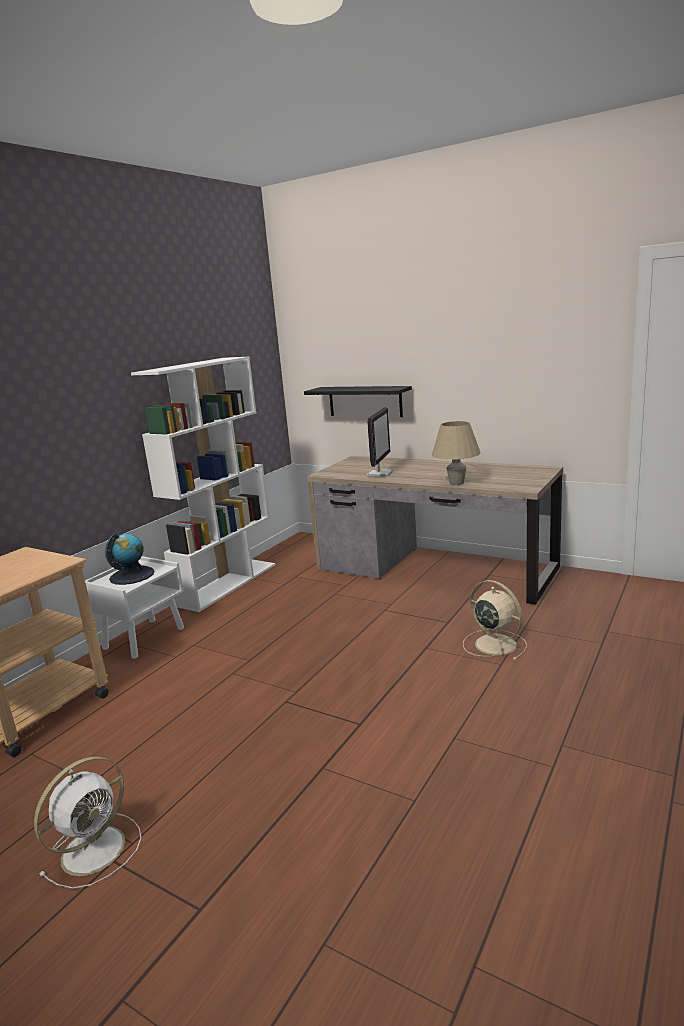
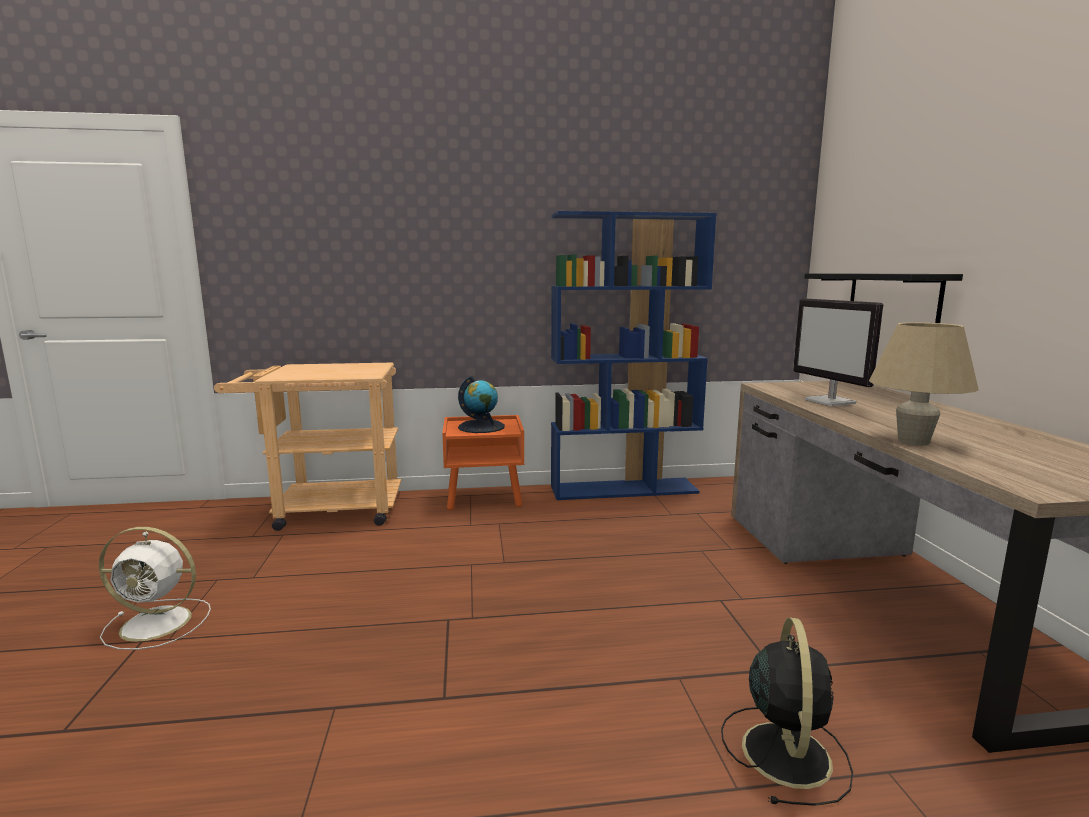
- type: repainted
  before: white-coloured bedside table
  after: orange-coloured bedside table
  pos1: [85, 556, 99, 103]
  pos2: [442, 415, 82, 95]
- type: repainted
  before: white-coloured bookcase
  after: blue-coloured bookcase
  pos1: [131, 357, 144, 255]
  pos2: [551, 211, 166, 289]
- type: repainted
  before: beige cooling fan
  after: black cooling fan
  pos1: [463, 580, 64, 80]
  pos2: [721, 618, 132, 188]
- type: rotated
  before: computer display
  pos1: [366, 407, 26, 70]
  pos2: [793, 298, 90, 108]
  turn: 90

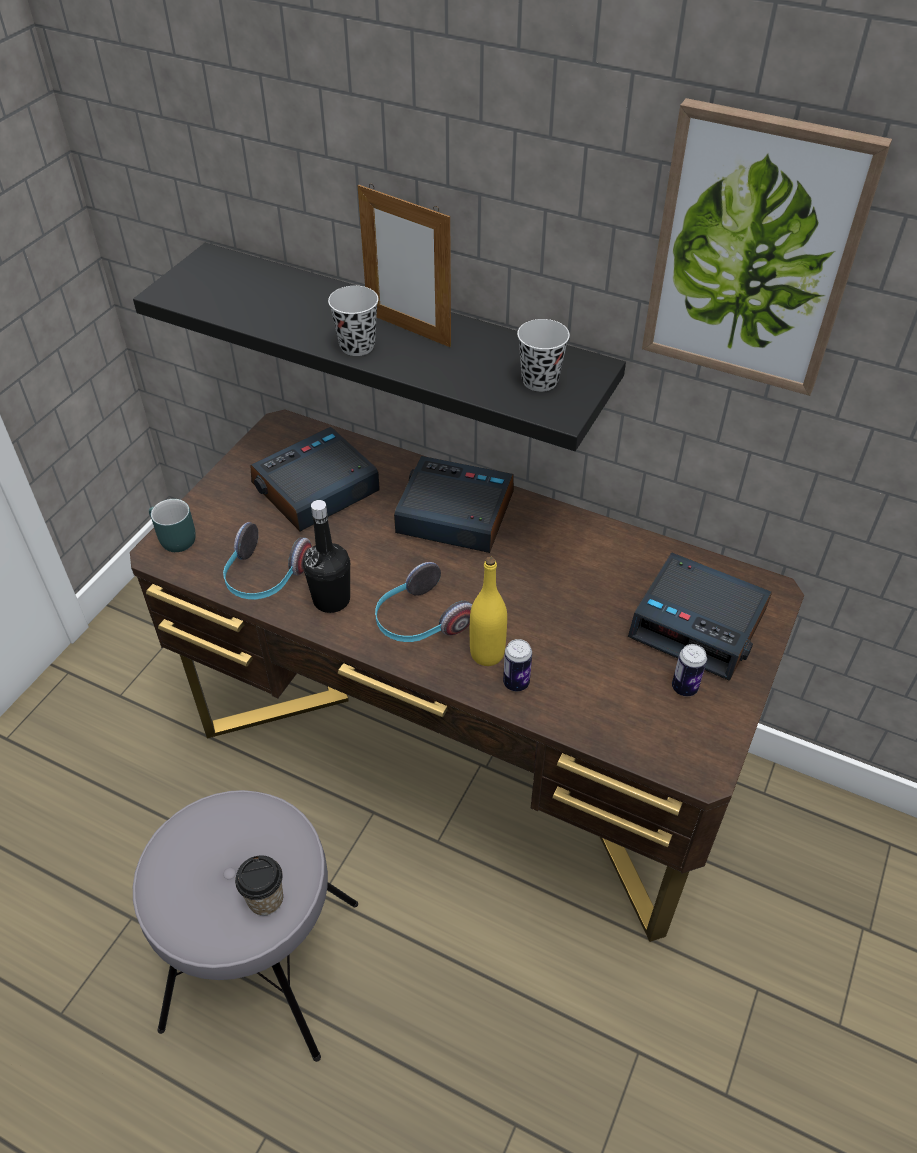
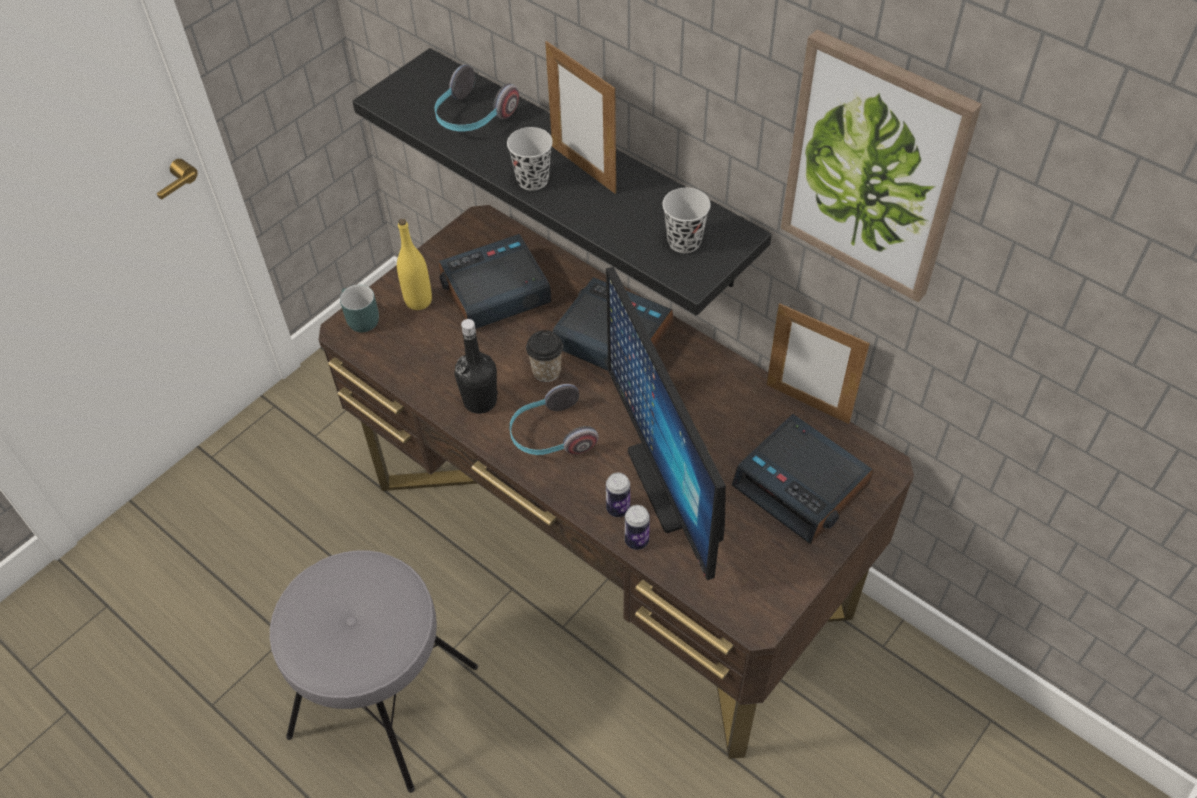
- type: shifted
  before: yellow beverage bottle
  pos1: [470, 557, 37, 109]
  pos2: [397, 219, 35, 91]
- type: shifted
  before: pair of headphones
  pos1: [223, 522, 89, 77]
  pos2: [435, 65, 84, 66]
- type: shifted
  before: small cup
  pos1: [235, 855, 48, 61]
  pos2: [526, 330, 37, 52]
- type: new
  after: computer display
  pos2: [606, 267, 120, 313]
- type: shifted
  before: sealed can
  pos1: [672, 644, 35, 52]
  pos2: [625, 505, 25, 45]
- type: new
  after: photo frame
  pos2: [767, 303, 103, 121]

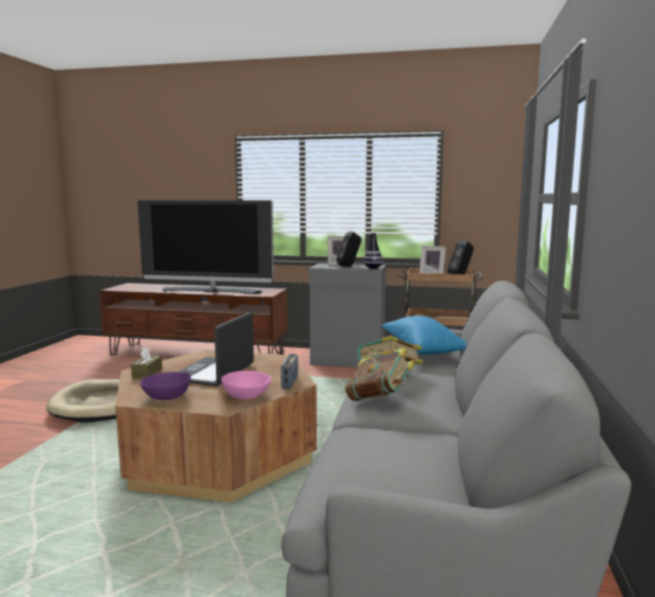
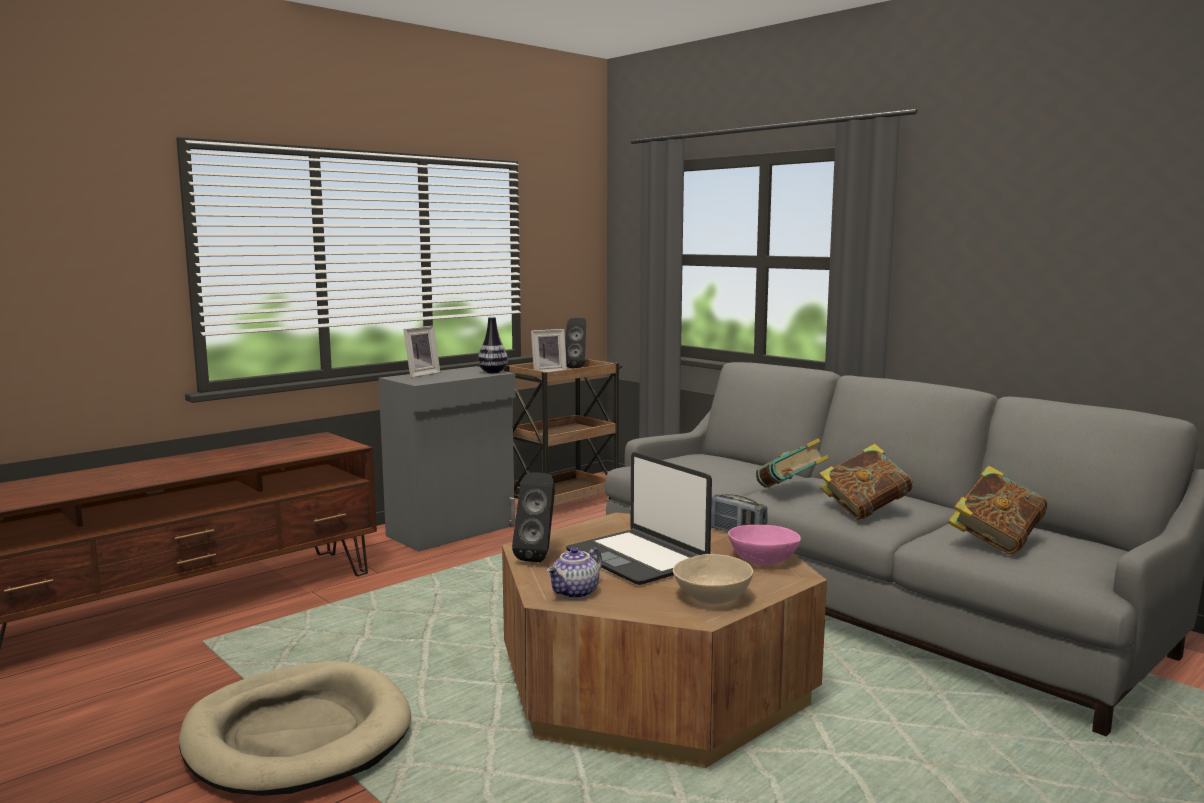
- type: shifted
  before: black audio speaker
  pos1: [336, 231, 26, 36]
  pos2: [512, 472, 43, 90]
- type: swapped
  before: brownish box of tissues
  after: teapot
  pos1: [131, 347, 31, 32]
  pos2: [547, 547, 55, 52]
- type: repainted
  before: purple bowl
  after: beige bowl
  pos1: [140, 372, 51, 28]
  pos2: [673, 554, 80, 50]
- type: new
  after: book
  pos2: [948, 466, 99, 89]
- type: gone
  before: TV set
  pos1: [138, 200, 136, 94]
- type: gone
  before: blue-coloured throw pillow
  pos1: [382, 316, 85, 39]

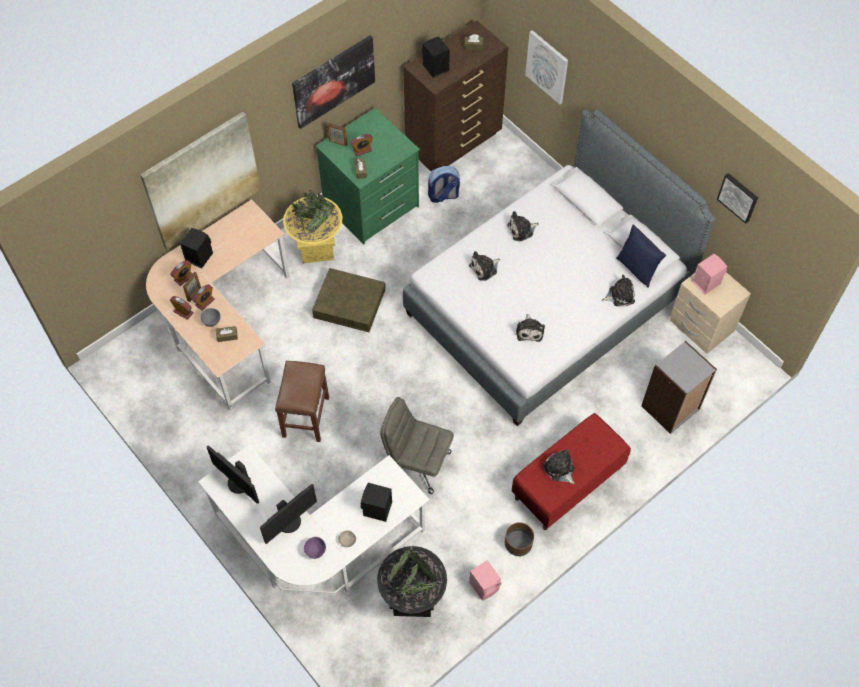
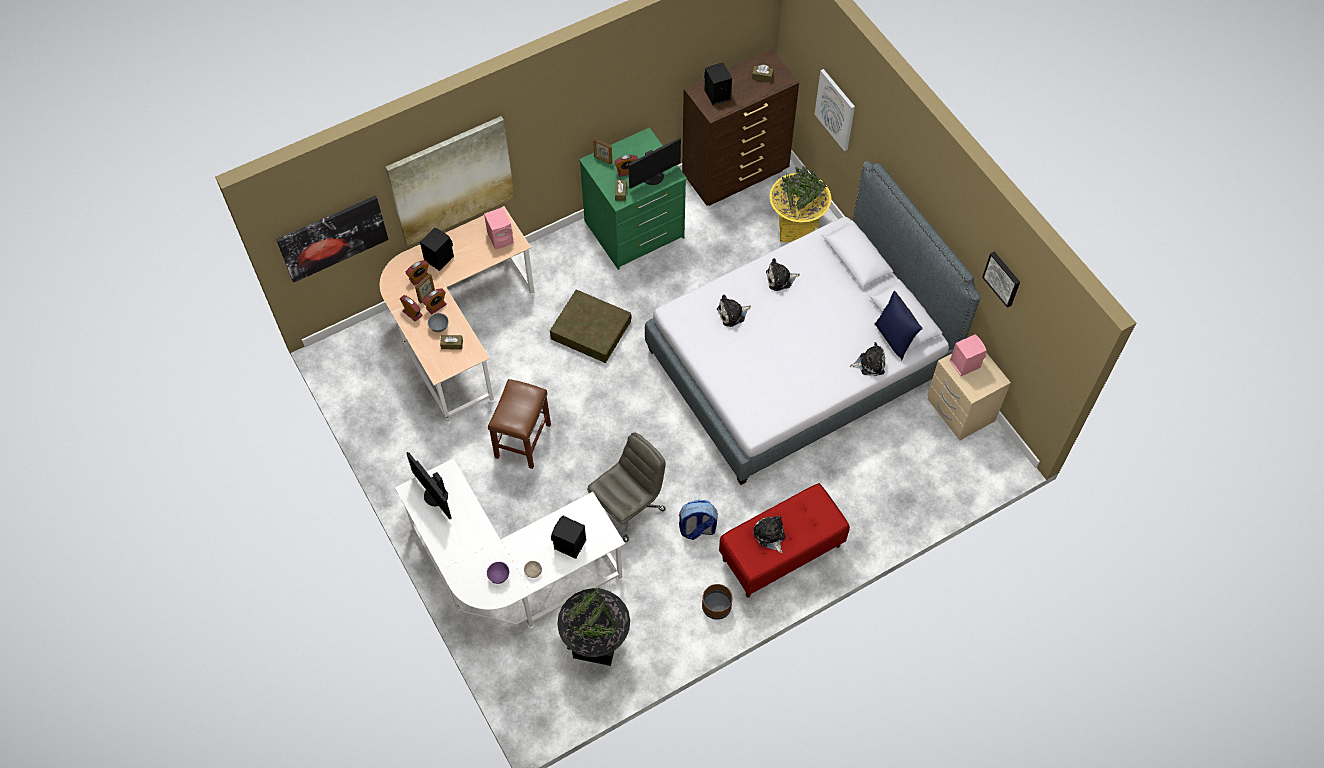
- type: shifted
  before: wall art
  pos1: [292, 35, 83, 94]
  pos2: [276, 195, 113, 88]
- type: shifted
  before: pink audio speaker
  pos1: [469, 560, 32, 41]
  pos2: [484, 207, 30, 42]
- type: rotated
  before: gray desk chair
  pos1: [381, 397, 73, 97]
  pos2: [587, 433, 79, 109]
  turn: 105
- type: shifted
  before: computer display
  pos1: [260, 484, 57, 60]
  pos2: [629, 138, 52, 51]
- type: shifted
  before: backpack
  pos1: [428, 166, 32, 37]
  pos2: [679, 500, 39, 40]
- type: shifted
  before: yellow planter
  pos1: [283, 190, 59, 73]
  pos2: [769, 166, 62, 76]
- type: gone
  before: cuddly toy
  pos1: [516, 314, 29, 28]
- type: gone
  before: gray bookcase
  pos1: [641, 341, 76, 93]

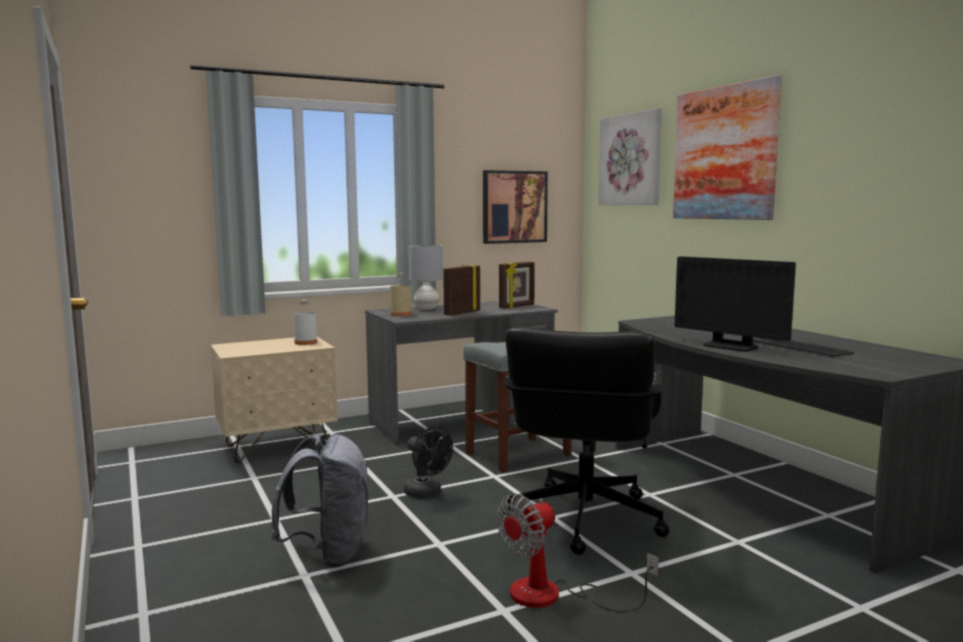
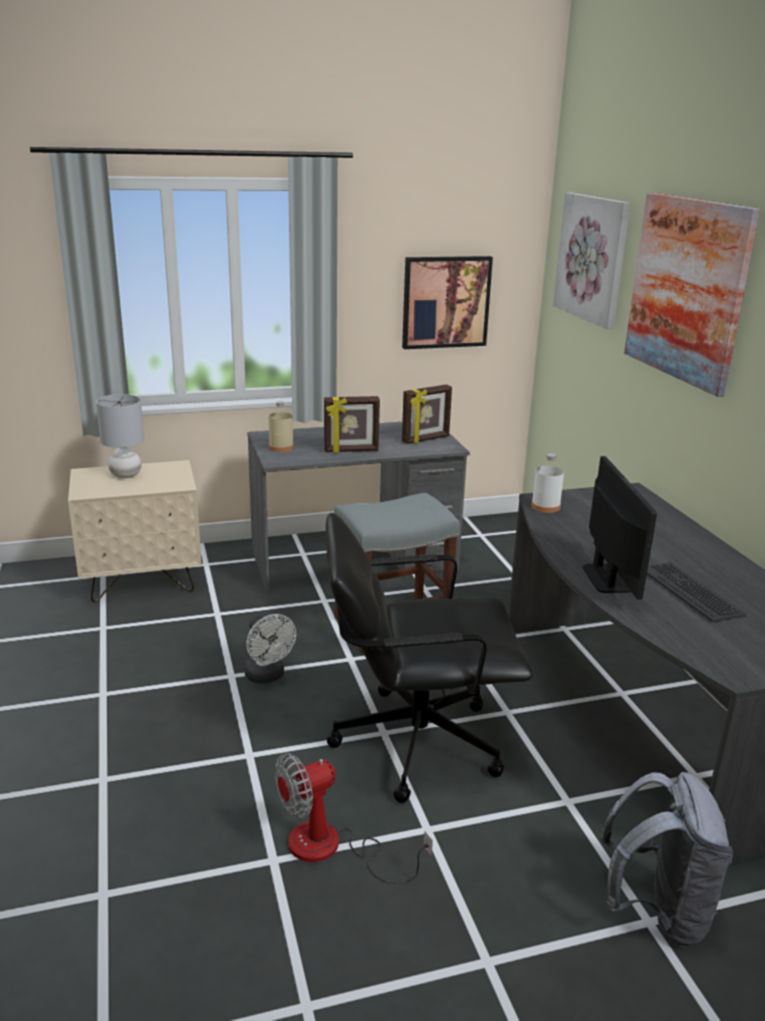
- type: shifted
  before: gray lamp for a table
  pos1: [408, 245, 35, 65]
  pos2: [96, 394, 48, 84]
- type: repainted
  before: black cooling fan
  after: white-coloured cooling fan
  pos1: [404, 427, 49, 71]
  pos2: [244, 614, 52, 70]
- type: rotated
  before: photo frame
  pos1: [443, 265, 37, 51]
  pos2: [324, 396, 56, 57]
  turn: -150
- type: rotated
  before: black desk chair
  pos1: [503, 327, 166, 228]
  pos2: [326, 513, 207, 290]
  turn: 60
- type: shifted
  before: white-coloured beverage bottle
  pos1: [294, 300, 23, 45]
  pos2: [531, 453, 33, 60]
- type: rotated
  before: computer display
  pos1: [675, 256, 121, 96]
  pos2: [583, 456, 74, 143]
  turn: -150
- type: shifted
  before: gray backpack
  pos1: [271, 434, 97, 134]
  pos2: [600, 772, 133, 174]

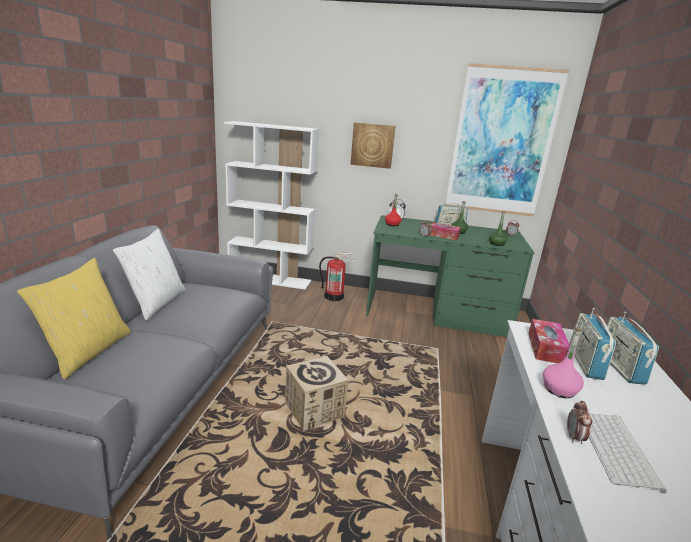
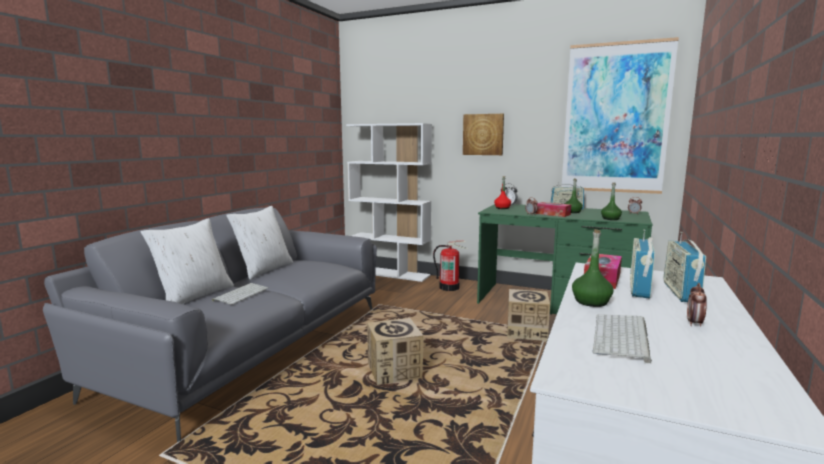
- type: repainted
  before: yellow throw pillow
  after: white-coloured throw pillow
  pos1: [17, 258, 114, 121]
  pos2: [141, 218, 93, 86]
- type: new
  after: computer keyboard
  pos2: [212, 283, 56, 22]
- type: new
  after: carton
  pos2: [507, 289, 43, 53]
- type: repainted
  before: pink beverage bottle
  after: greenish beverage bottle
  pos1: [543, 327, 41, 71]
  pos2: [572, 229, 42, 78]
- type: shifted
  before: alarm clock
  pos1: [567, 401, 25, 43]
  pos2: [687, 283, 20, 44]

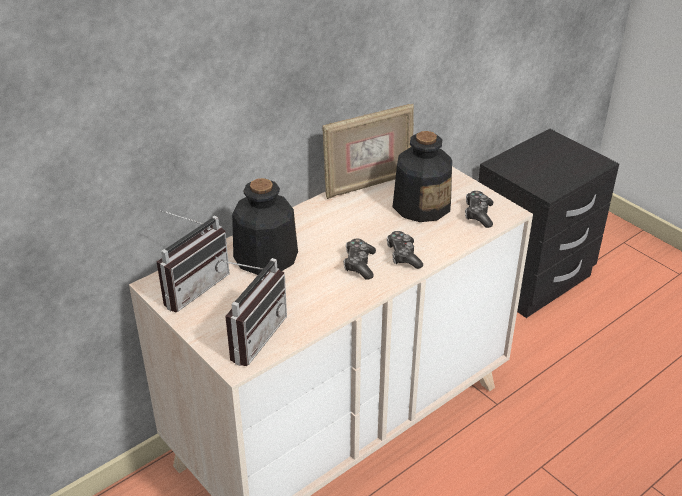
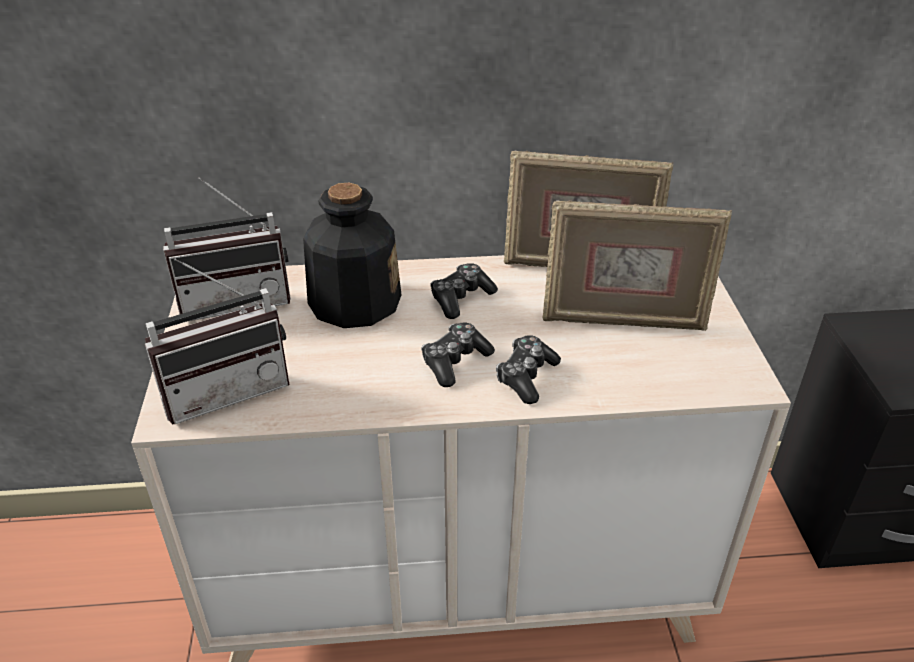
- type: shifted
  before: game controller
  pos1: [465, 191, 28, 37]
  pos2: [430, 263, 68, 56]
- type: swapped
  before: beverage bottle
  after: photo frame
  pos1: [393, 131, 59, 91]
  pos2: [542, 200, 190, 131]

